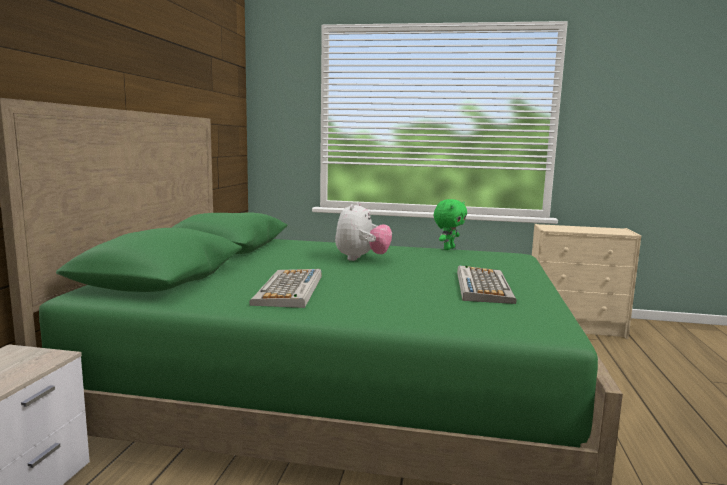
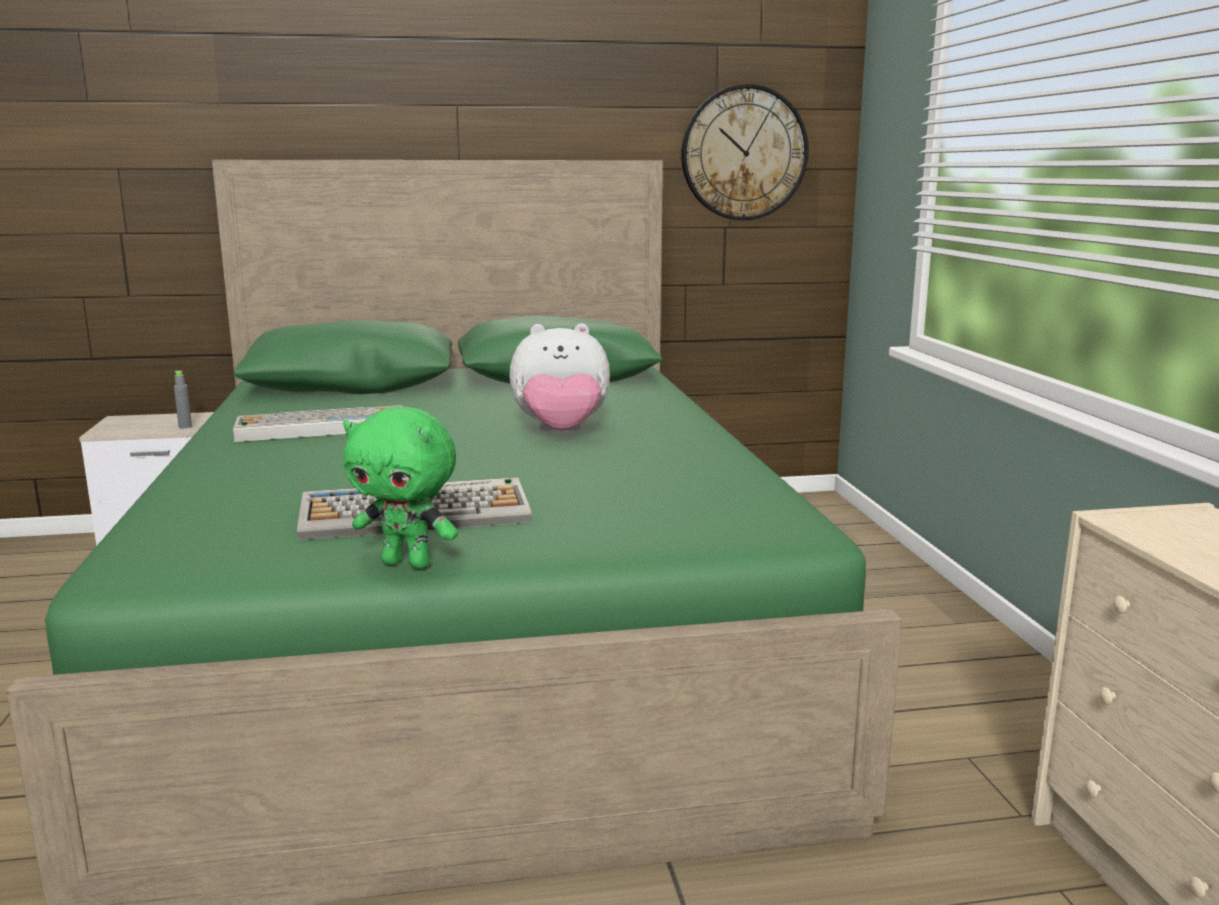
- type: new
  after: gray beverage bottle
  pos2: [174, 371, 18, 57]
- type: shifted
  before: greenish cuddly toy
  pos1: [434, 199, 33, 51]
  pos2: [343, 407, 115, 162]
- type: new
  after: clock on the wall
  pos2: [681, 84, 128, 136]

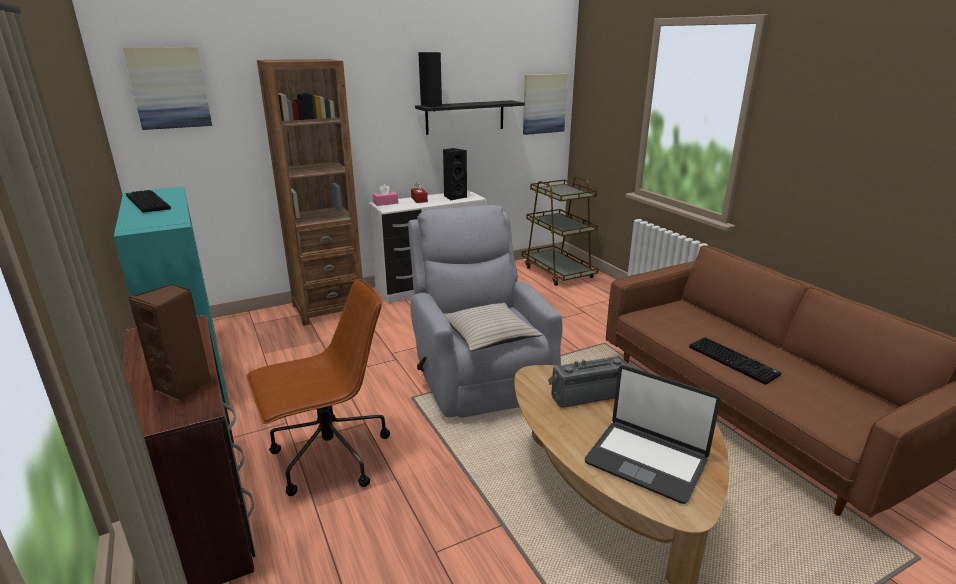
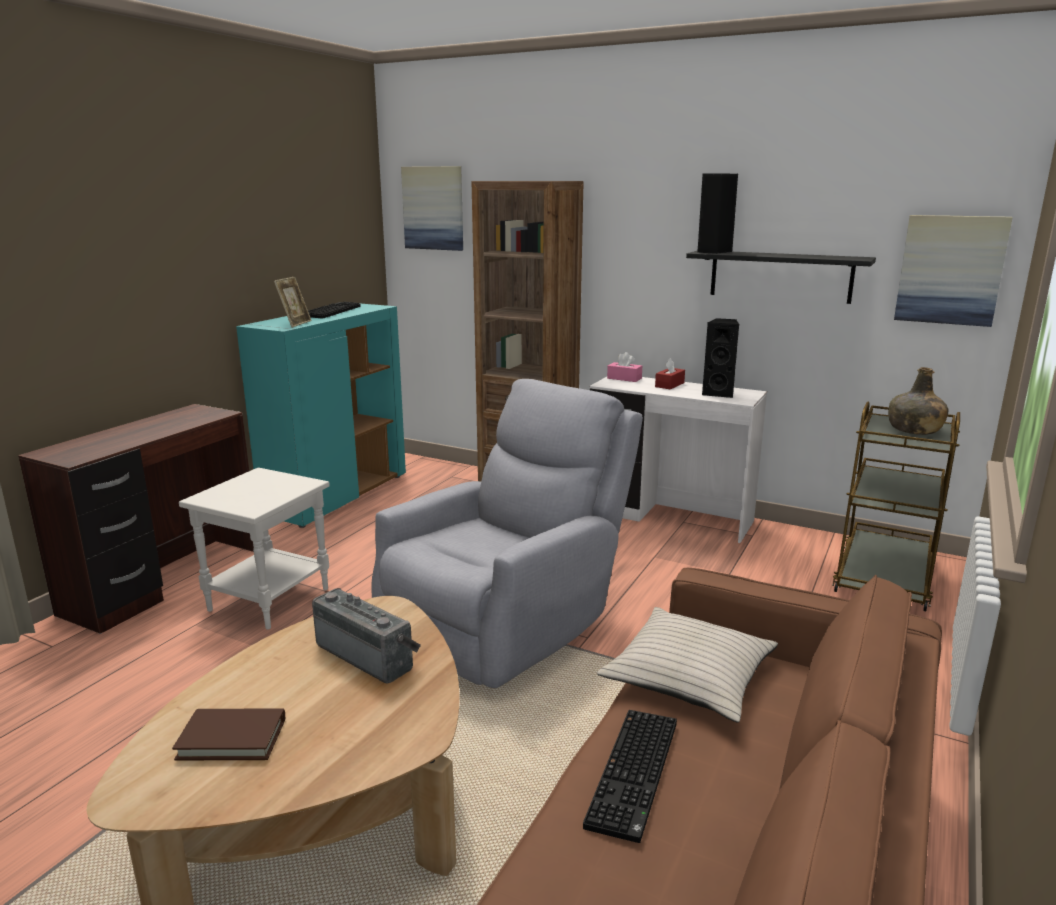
- type: swapped
  before: laptop
  after: brownish book
  pos1: [585, 365, 136, 139]
  pos2: [172, 709, 113, 51]
- type: swapped
  before: brownish desk chair
  after: white-coloured end table
  pos1: [246, 279, 144, 217]
  pos2: [179, 467, 151, 163]
- type: new
  after: photo frame
  pos2: [274, 277, 38, 51]
- type: shifted
  before: beige throw pillow
  pos1: [444, 303, 98, 48]
  pos2: [597, 607, 181, 116]
- type: new
  after: greenish beverage bottle
  pos2: [888, 367, 60, 68]
- type: gone
  before: brownish audio speaker
  pos1: [128, 284, 83, 119]

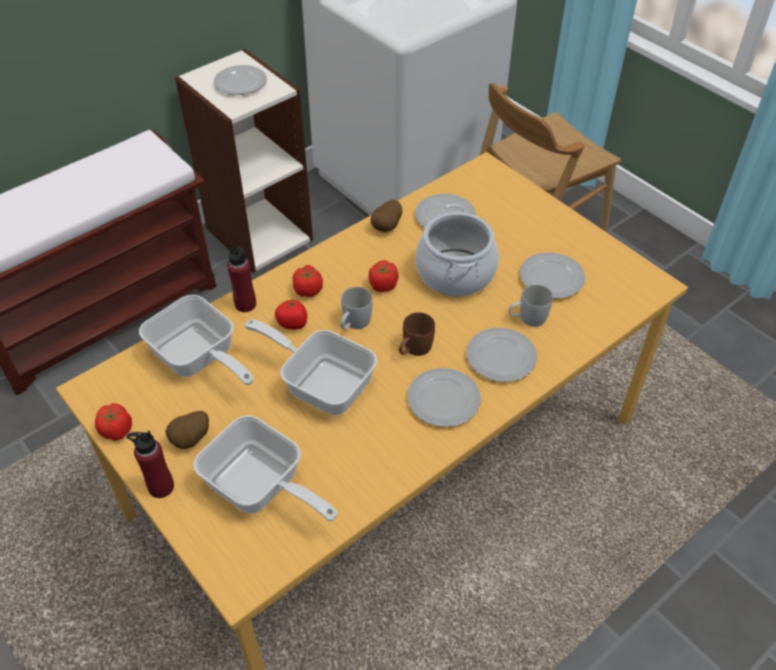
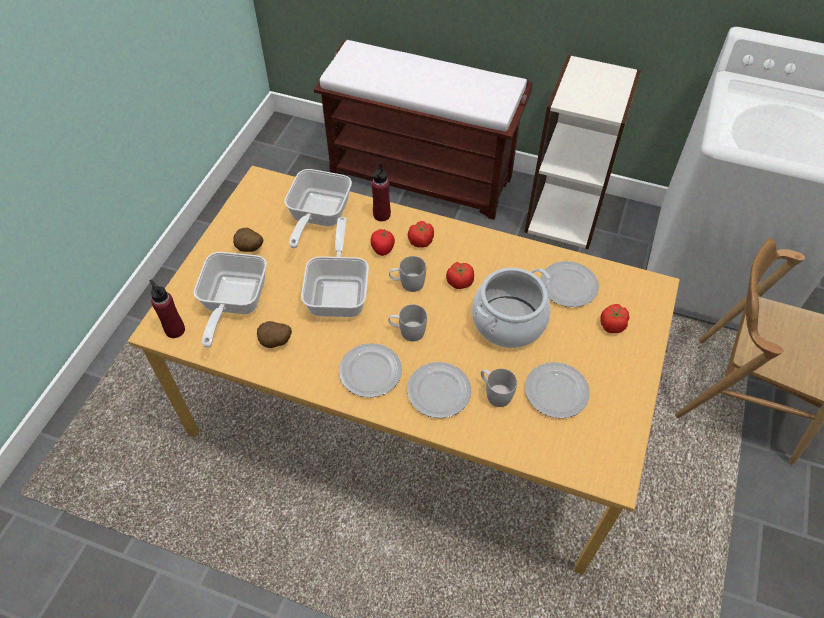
- type: shifted
  before: red-coloured beverage bottle
  pos1: [127, 430, 47, 68]
  pos2: [149, 280, 36, 58]
- type: shifted
  before: whole potato
  pos1: [371, 200, 31, 32]
  pos2: [257, 321, 35, 27]
- type: repainted
  before: brownish coffee mug
  after: white-coloured coffee mug
  pos1: [399, 312, 36, 44]
  pos2: [388, 304, 39, 37]
- type: shifted
  before: whole tomato
  pos1: [95, 403, 37, 38]
  pos2: [600, 304, 29, 29]
- type: gone
  before: plate
  pos1: [214, 65, 53, 30]

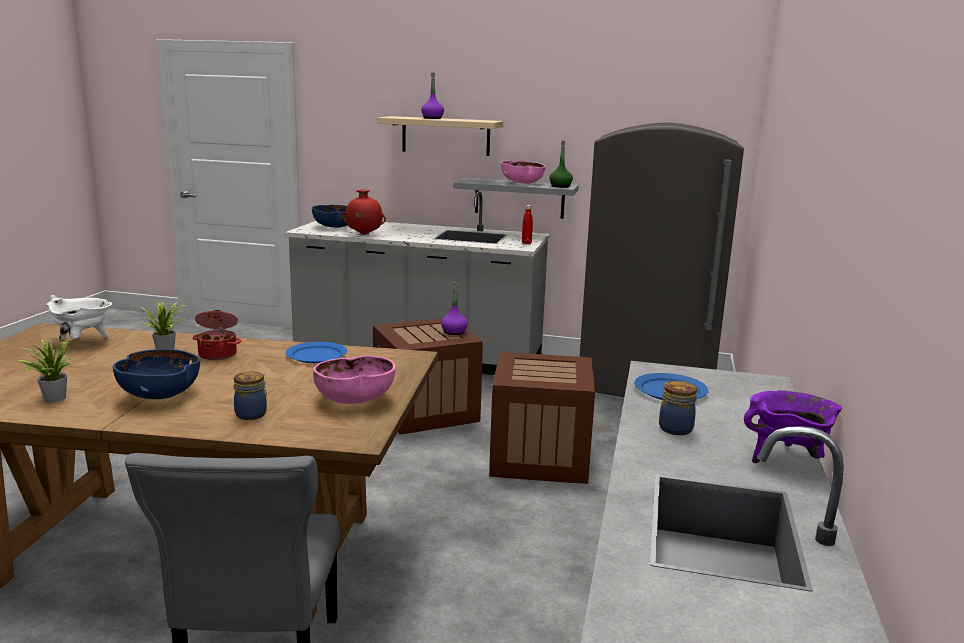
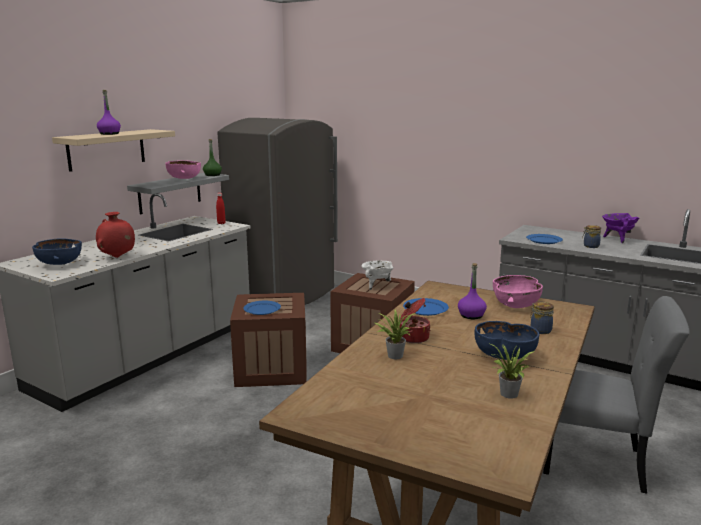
- type: new
  after: blue-coloured plate
  pos2: [243, 301, 38, 14]
- type: shifted
  before: white-coloured stockpot
  pos1: [46, 295, 66, 45]
  pos2: [361, 261, 33, 29]
- type: shifted
  before: purple beverage bottle
  pos1: [441, 282, 27, 53]
  pos2: [458, 263, 29, 56]

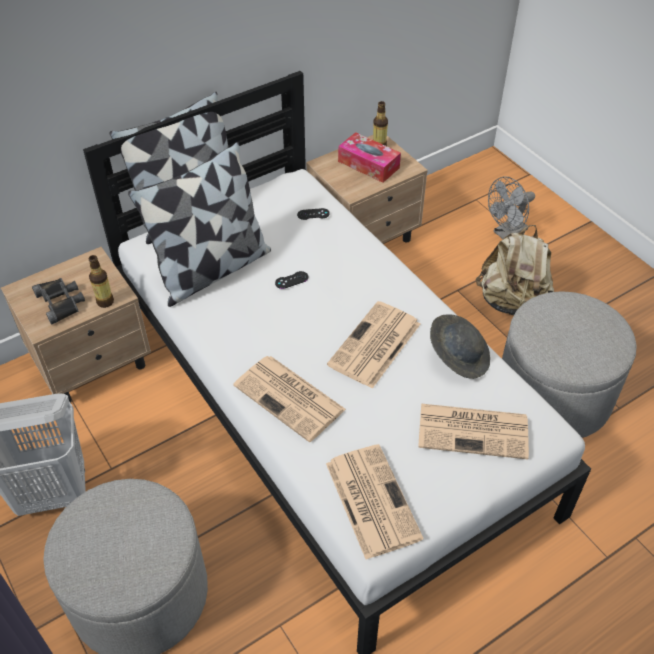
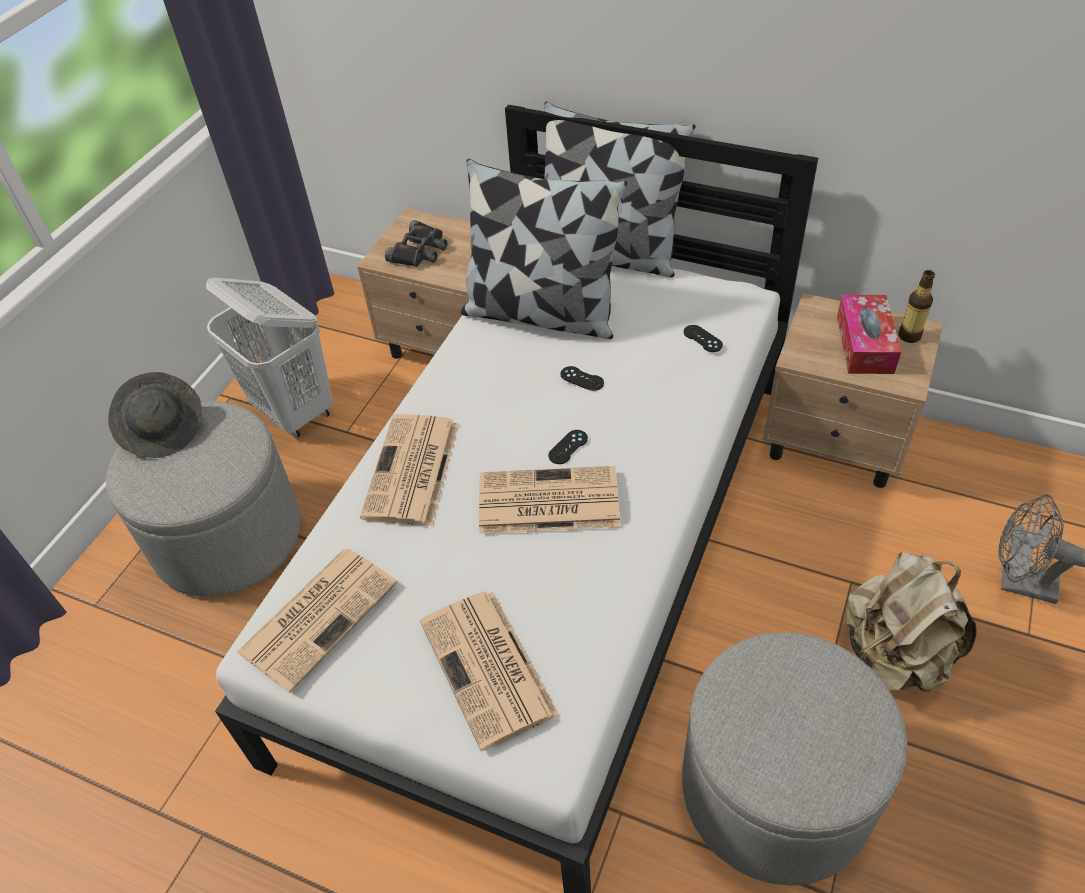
- type: shifted
  before: gray clothing hat
  pos1: [430, 314, 60, 65]
  pos2: [108, 372, 94, 86]
- type: new
  after: black game controller
  pos2: [548, 430, 40, 34]
- type: gone
  before: beverage bottle
  pos1: [88, 255, 26, 53]

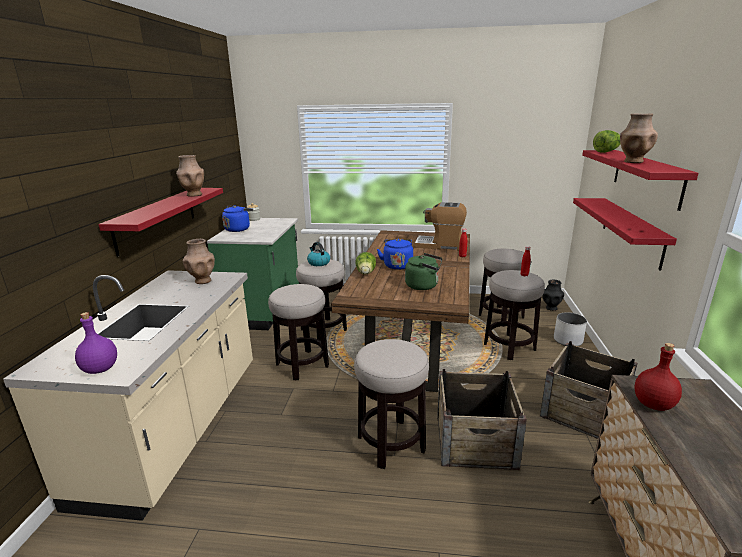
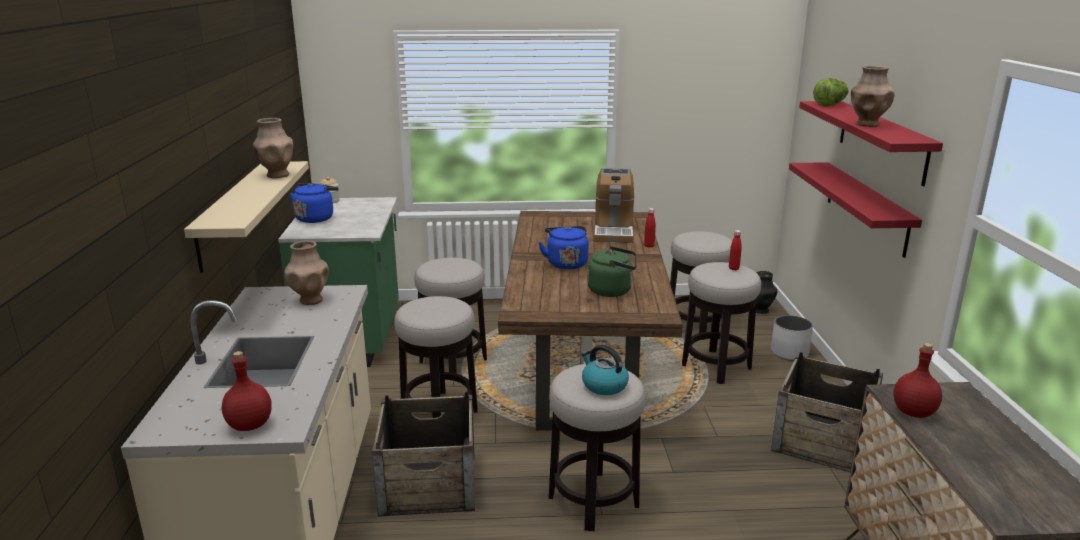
- type: repainted
  before: red-coloured shelf
  after: beige shelf
  pos1: [98, 188, 125, 69]
  pos2: [184, 161, 125, 112]
- type: repainted
  before: purple beverage bottle
  after: red-coloured beverage bottle
  pos1: [75, 312, 42, 62]
  pos2: [222, 351, 50, 80]
- type: shifted
  before: shipping crate
  pos1: [437, 369, 90, 101]
  pos2: [372, 392, 103, 125]
- type: shifted
  before: water kettle
  pos1: [307, 242, 23, 24]
  pos2: [581, 345, 48, 50]
- type: rotated
  before: coffee machine
  pos1: [414, 202, 53, 49]
  pos2: [594, 168, 41, 75]
  turn: -90
- type: gone
  before: head of lettuce
  pos1: [355, 252, 21, 23]

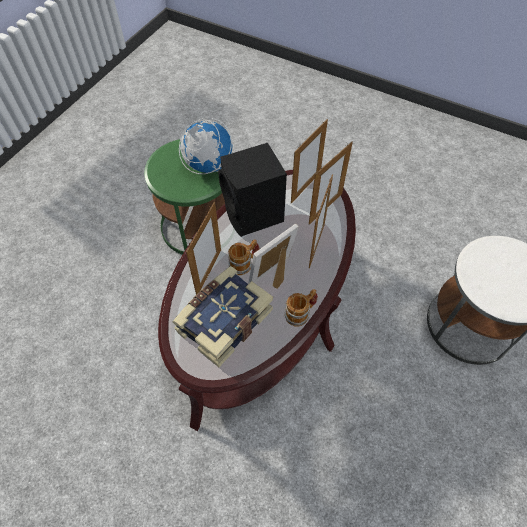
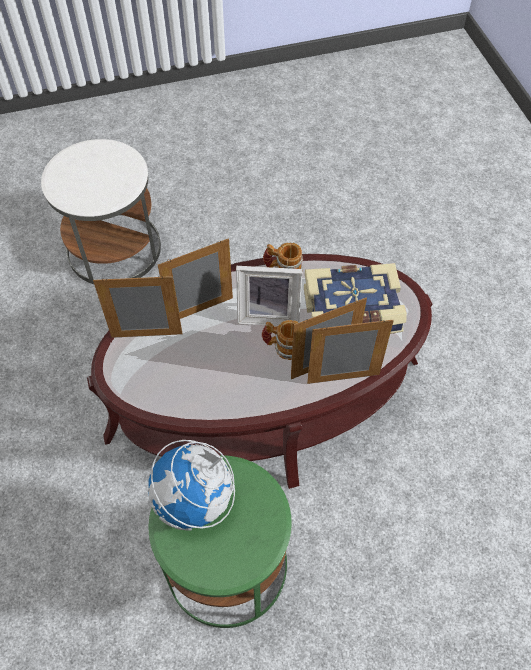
- type: shifted
  before: photo frame
  pos1: [291, 119, 37, 85]
  pos2: [307, 320, 87, 64]
- type: gone
  before: black audio speaker
  pos1: [218, 143, 69, 94]

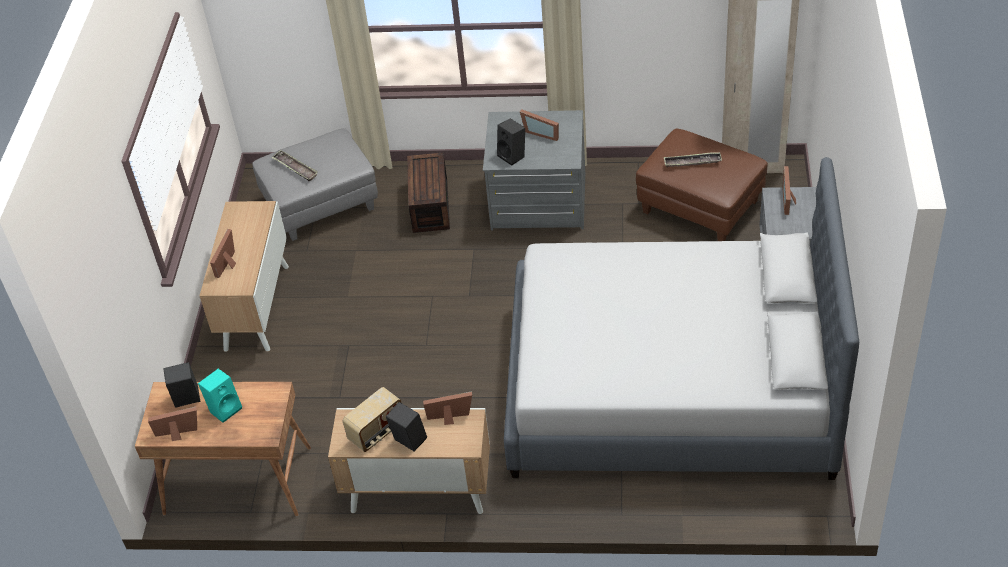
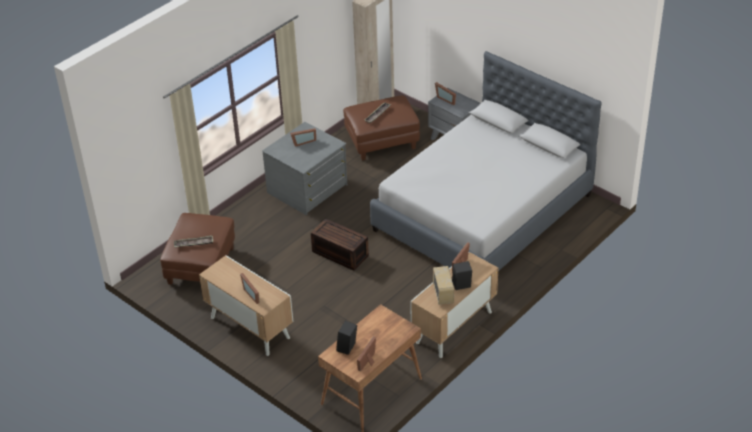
- type: repainted
  before: gray ottoman
  after: brownish ottoman
  pos1: [252, 128, 126, 113]
  pos2: [160, 213, 75, 72]
- type: shifted
  before: brownish storage box
  pos1: [407, 152, 43, 81]
  pos2: [311, 219, 58, 52]
- type: gone
  before: turquoise-coloured audio speaker
  pos1: [198, 369, 44, 54]
- type: gone
  before: black audio speaker
  pos1: [497, 118, 28, 48]

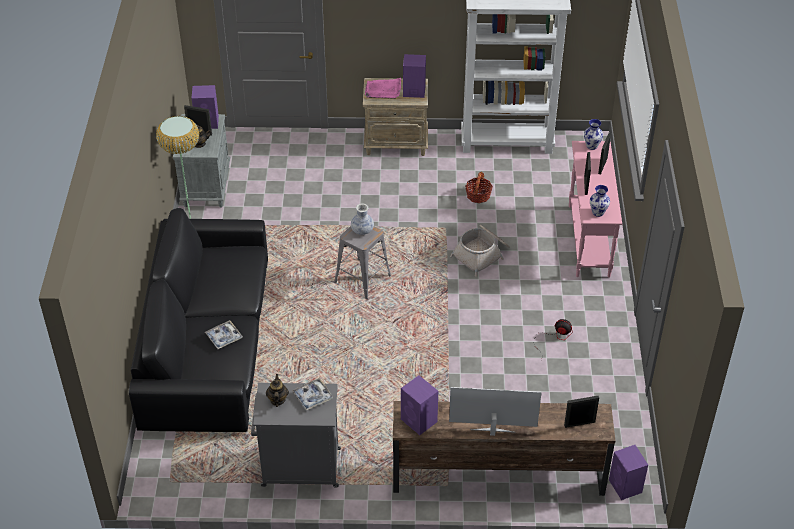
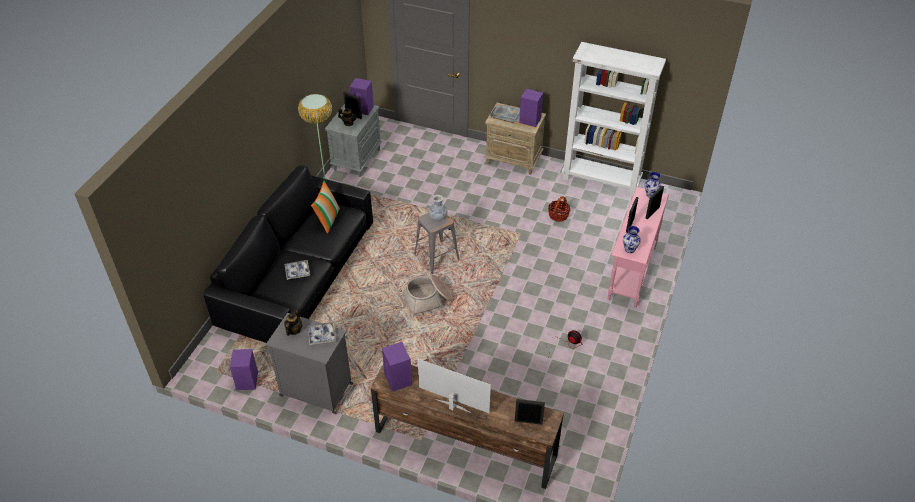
- type: shifted
  before: purple audio speaker
  pos1: [609, 445, 39, 55]
  pos2: [230, 349, 28, 41]
- type: new
  after: throw pillow
  pos2: [311, 180, 29, 54]
- type: shifted
  before: household basket
  pos1: [450, 225, 60, 52]
  pos2: [402, 275, 51, 43]
- type: repainted
  before: pink serving tray
  after: gray serving tray
  pos1: [365, 78, 36, 21]
  pos2: [490, 105, 30, 18]

